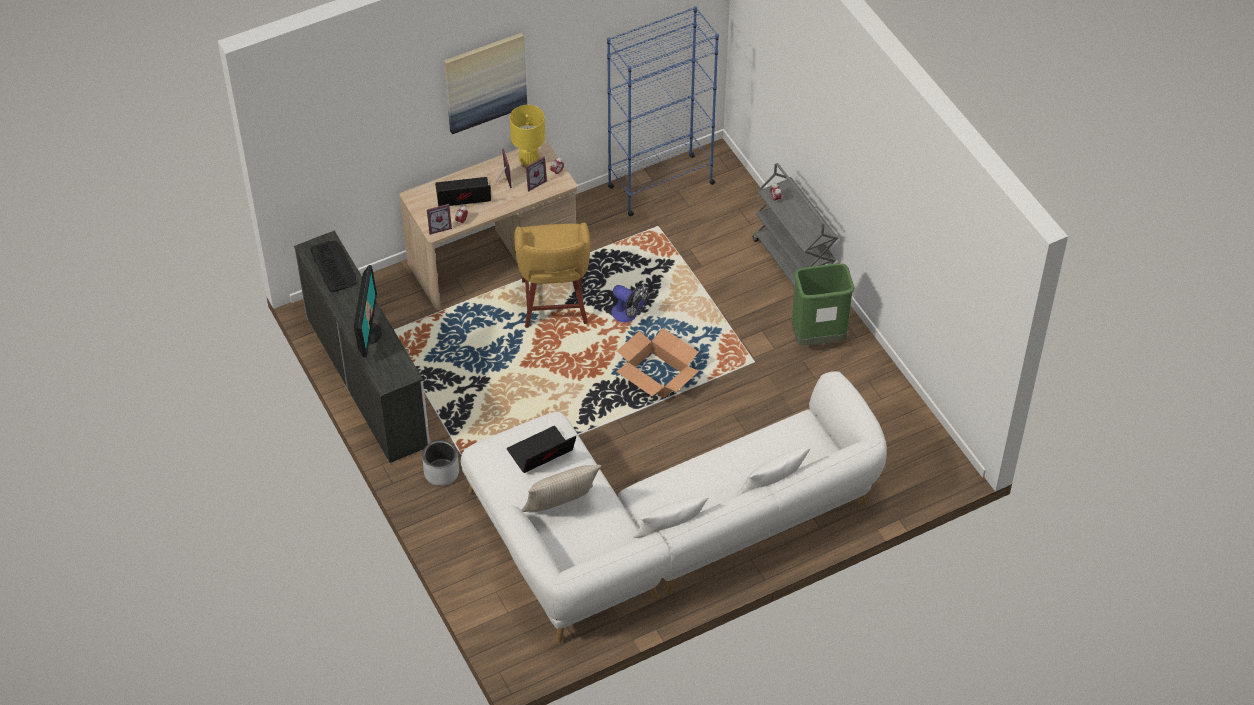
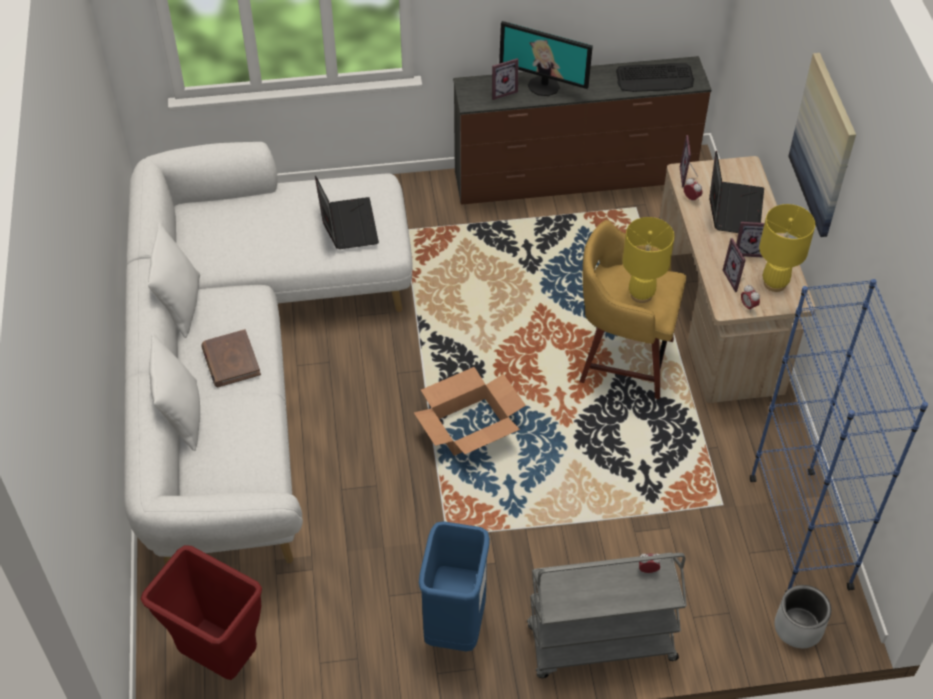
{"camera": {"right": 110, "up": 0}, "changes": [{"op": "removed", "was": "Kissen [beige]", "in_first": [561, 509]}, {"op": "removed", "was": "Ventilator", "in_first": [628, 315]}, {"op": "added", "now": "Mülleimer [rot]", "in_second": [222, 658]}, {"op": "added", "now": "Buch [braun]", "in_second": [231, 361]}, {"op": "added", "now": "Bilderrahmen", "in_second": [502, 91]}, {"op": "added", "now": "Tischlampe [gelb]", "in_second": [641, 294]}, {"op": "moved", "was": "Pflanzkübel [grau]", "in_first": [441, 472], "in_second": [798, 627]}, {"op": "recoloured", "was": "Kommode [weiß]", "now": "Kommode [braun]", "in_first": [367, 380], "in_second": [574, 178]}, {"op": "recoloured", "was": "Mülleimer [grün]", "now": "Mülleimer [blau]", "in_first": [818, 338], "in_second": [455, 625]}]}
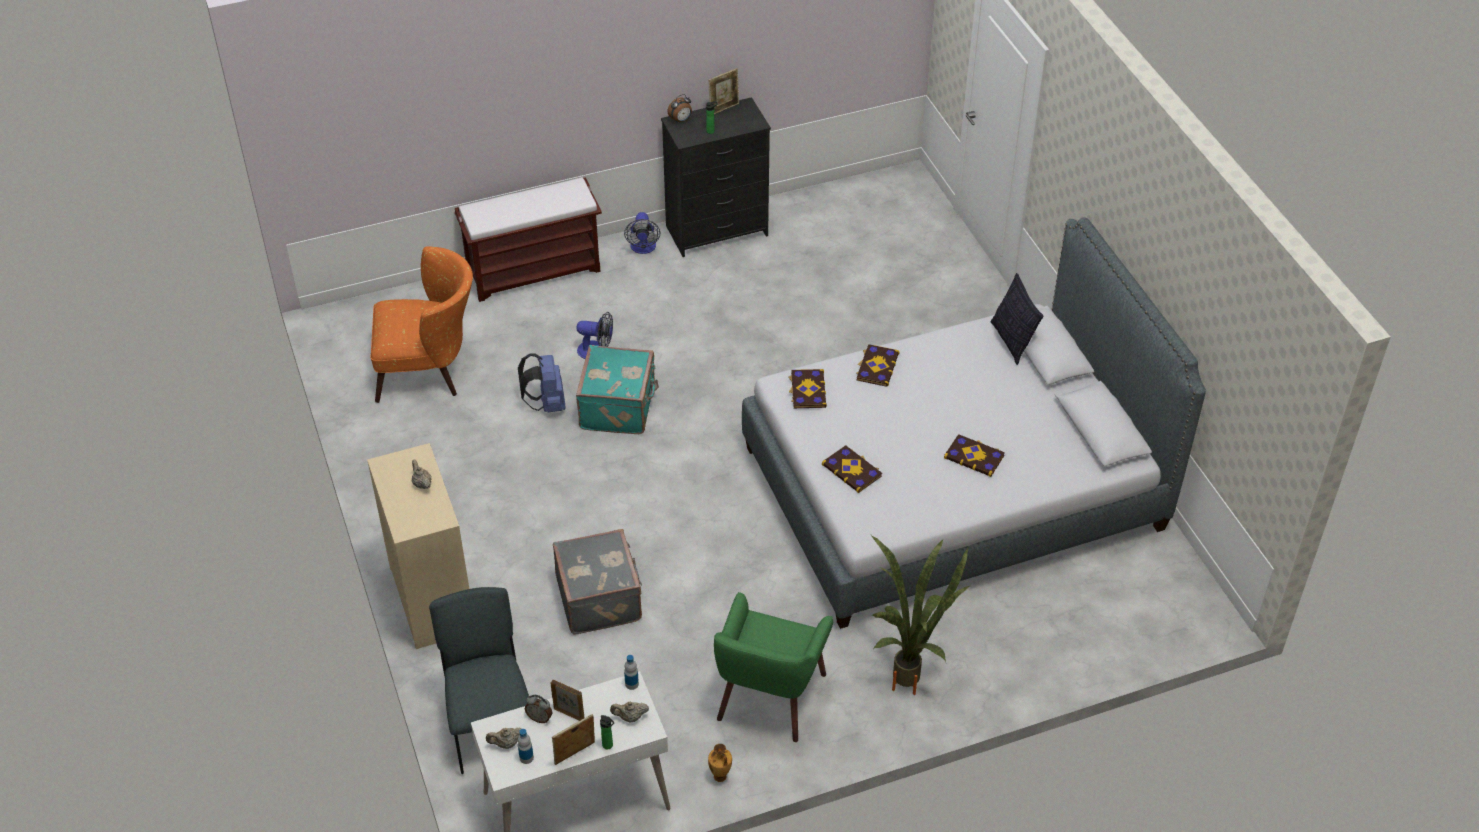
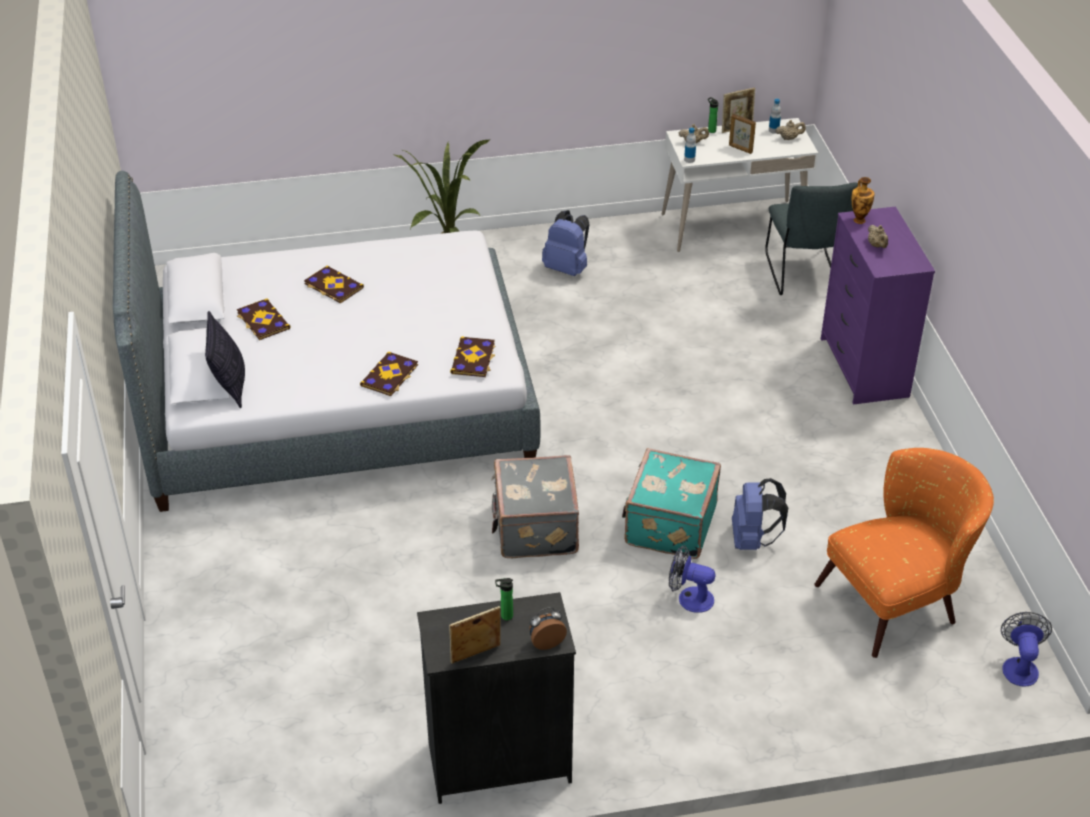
{"camera": {"right": -170, "up": -5}, "changes": [{"op": "removed", "was": "Bank [braun]", "in_first": [535, 271]}, {"op": "removed", "was": "Wecker", "in_first": [540, 718]}, {"op": "moved", "was": "Koffer [grau]", "in_first": [600, 598], "in_second": [534, 528]}, {"op": "moved", "was": "Ventilator", "in_first": [643, 248], "in_second": [1019, 666]}, {"op": "moved", "was": "Vase", "in_first": [720, 777], "in_second": [859, 220]}, {"op": "moved", "was": "Buch", "in_first": [852, 470], "in_second": [262, 321]}, {"op": "replaced", "was": "Sessel [grün]", "now": "Rucksack [blau]", "in_first": [769, 697], "in_second": [567, 268]}, {"op": "recoloured", "was": "Kommode [beige]", "now": "Kommode [lila]", "in_first": [433, 599], "in_second": [863, 367]}, {"op": "turned", "was": "Sessel [orange]", "in_first": [429, 369], "in_second": [898, 600], "clockwise": 150}]}
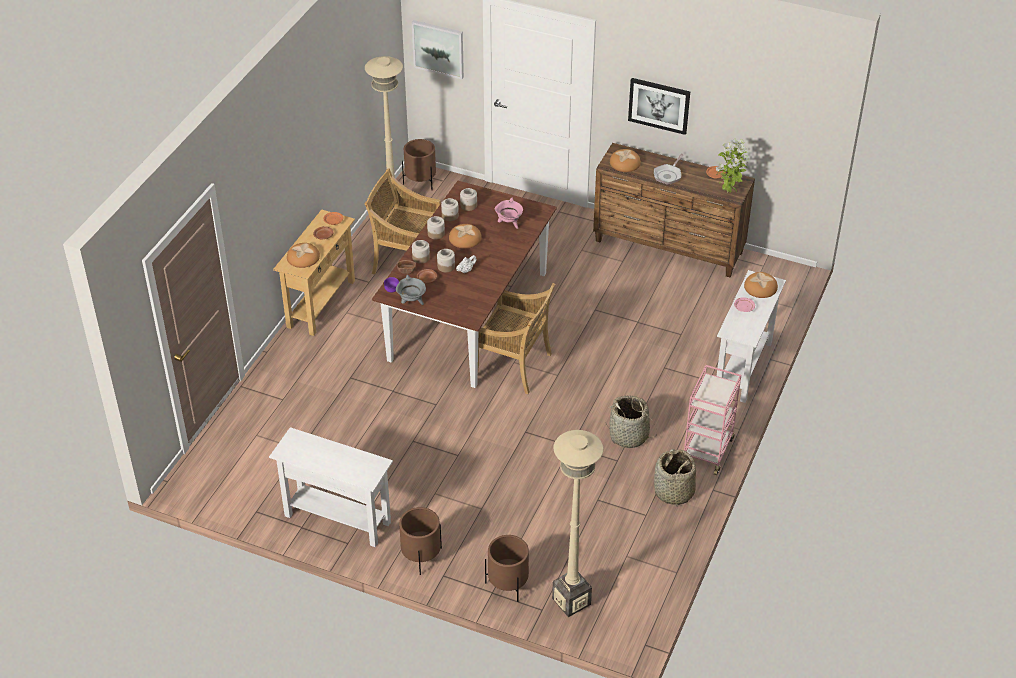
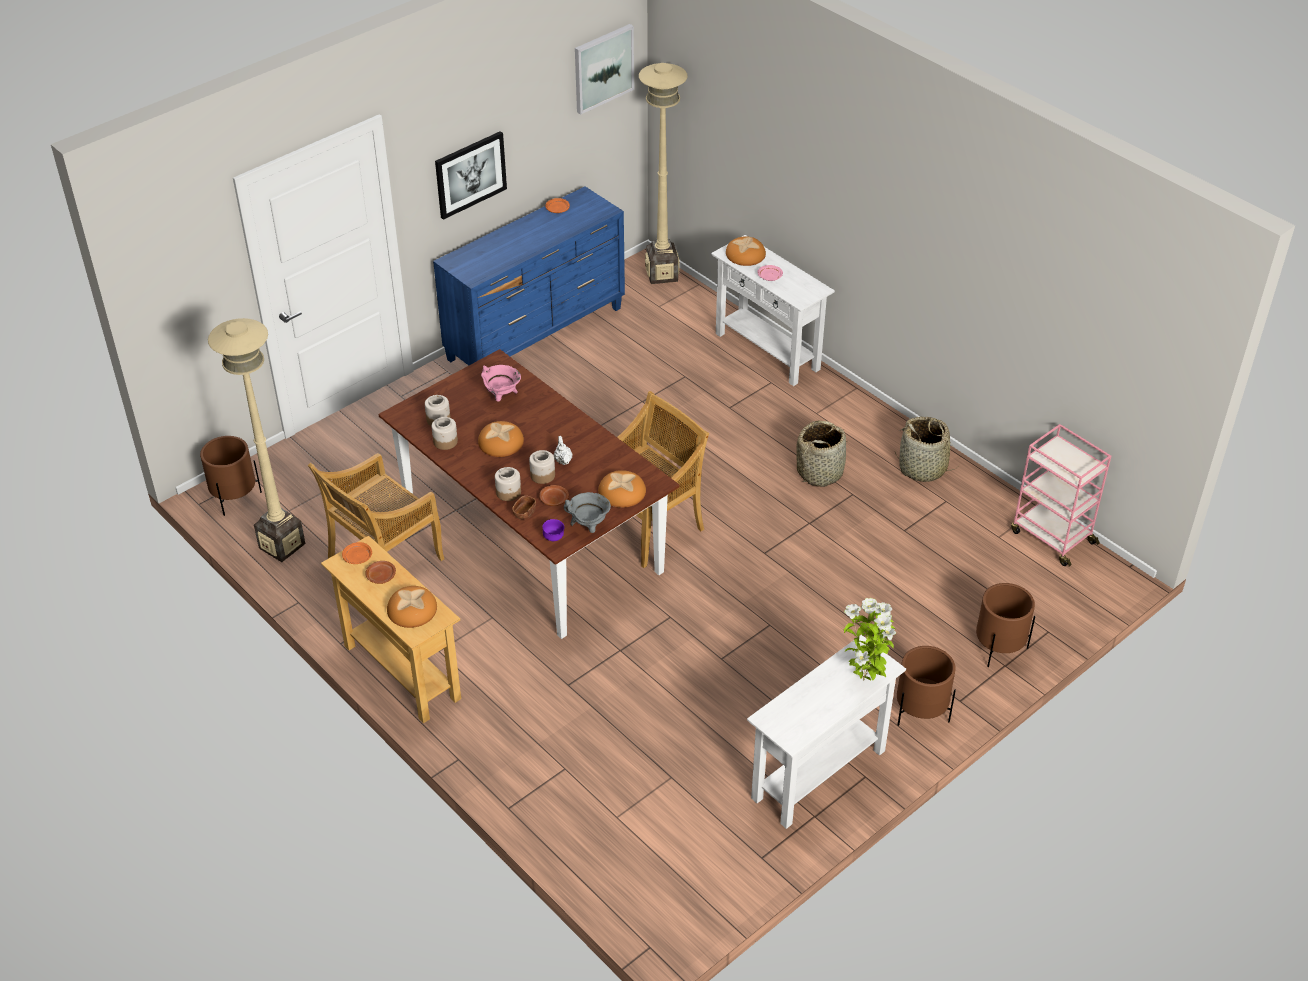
{"camera": {"right": -65, "up": 0}, "changes": [{"op": "removed", "was": "Vorratsglas", "in_first": [436, 234]}, {"op": "removed", "was": "Pfanne", "in_first": [668, 175]}, {"op": "moved", "was": "Bild", "in_first": [438, 48], "in_second": [603, 68]}, {"op": "moved", "was": "Stehlampe [beige]", "in_first": [571, 601], "in_second": [662, 274]}, {"op": "moved", "was": "Brot", "in_first": [625, 163], "in_second": [622, 492]}, {"op": "moved", "was": "Rollwagen [rosa]", "in_first": [707, 450], "in_second": [1051, 537]}, {"op": "moved", "was": "Topfpflanze", "in_first": [728, 193], "in_second": [865, 679]}, {"op": "recoloured", "was": "Kommode [braun]", "now": "Kommode [blau]", "in_first": [669, 247], "in_second": [536, 334]}]}
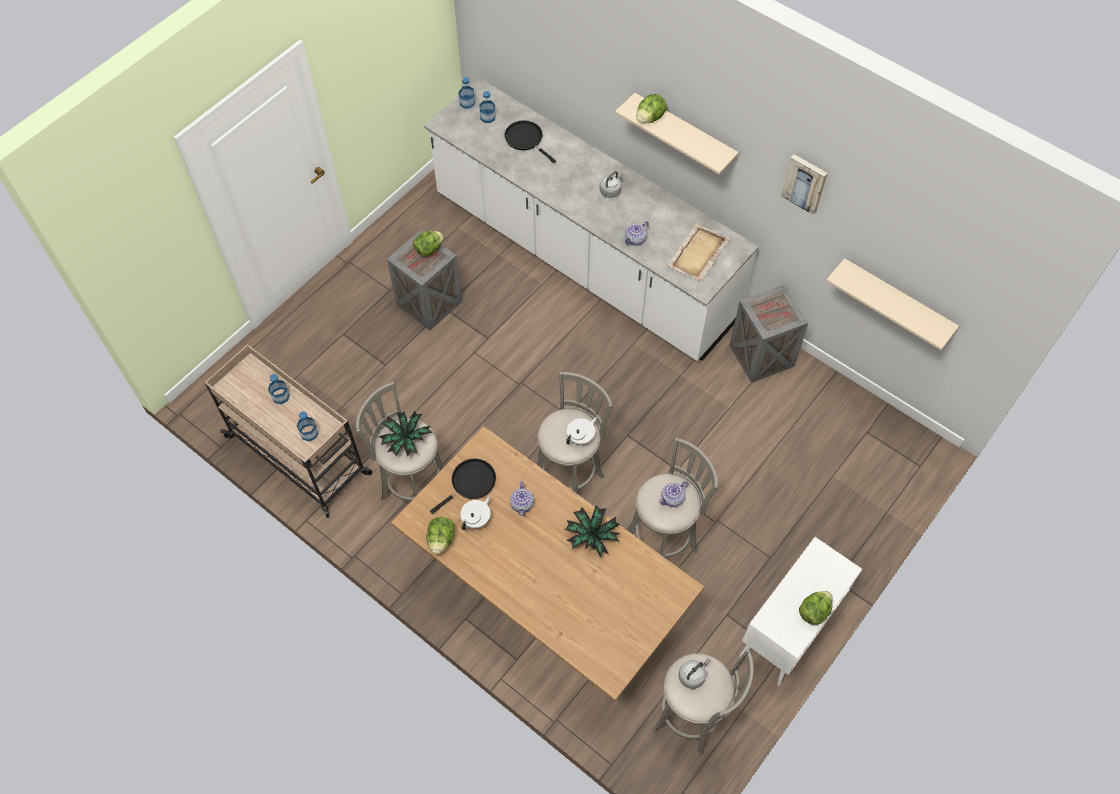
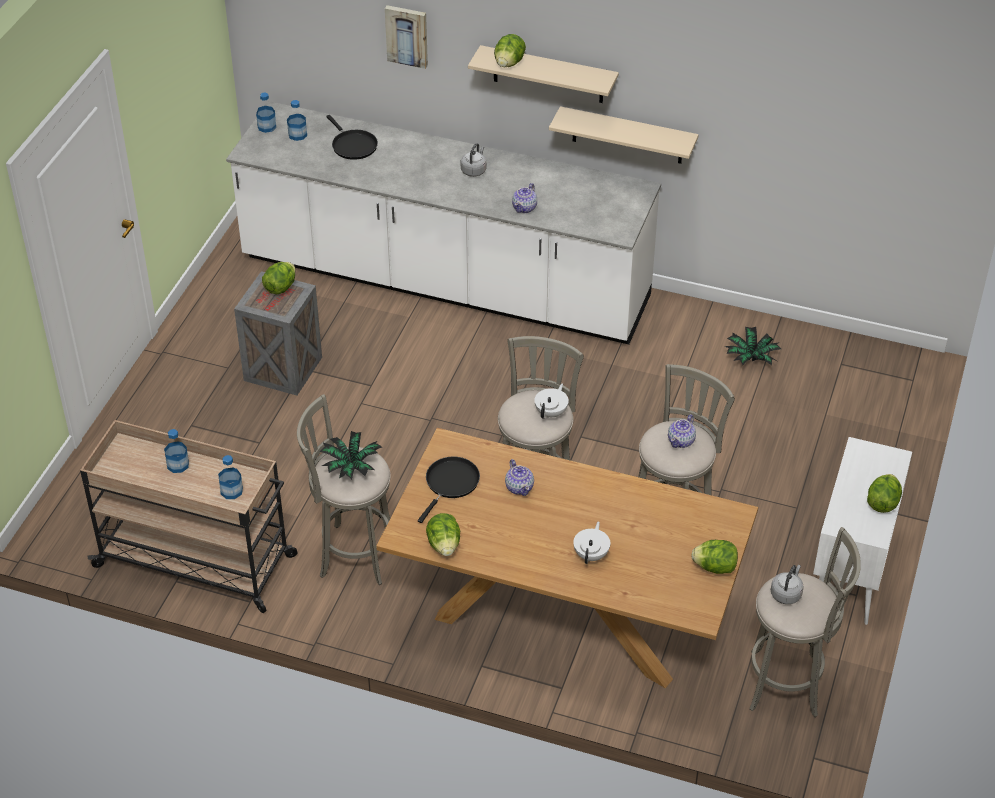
{"camera": {"right": -20, "up": -15}, "changes": [{"op": "removed", "was": "Tablett [beige]", "in_first": [697, 254]}, {"op": "removed", "was": "Kiste", "in_first": [762, 356]}, {"op": "added", "now": "Salatkopf", "in_second": [715, 567]}, {"op": "moved", "was": "Teekanne [weiß]", "in_first": [477, 519], "in_second": [591, 554]}, {"op": "moved", "was": "Topfpflanze", "in_first": [592, 536], "in_second": [751, 358]}, {"op": "moved", "was": "Bild", "in_first": [805, 183], "in_second": [407, 35]}, {"op": "moved", "was": "Wandregal [beige]", "in_first": [896, 301], "in_second": [627, 135]}, {"op": "turned", "was": "Pfanne [schwarz]", "in_first": [526, 139], "in_second": [353, 145], "clockwise": -150}]}
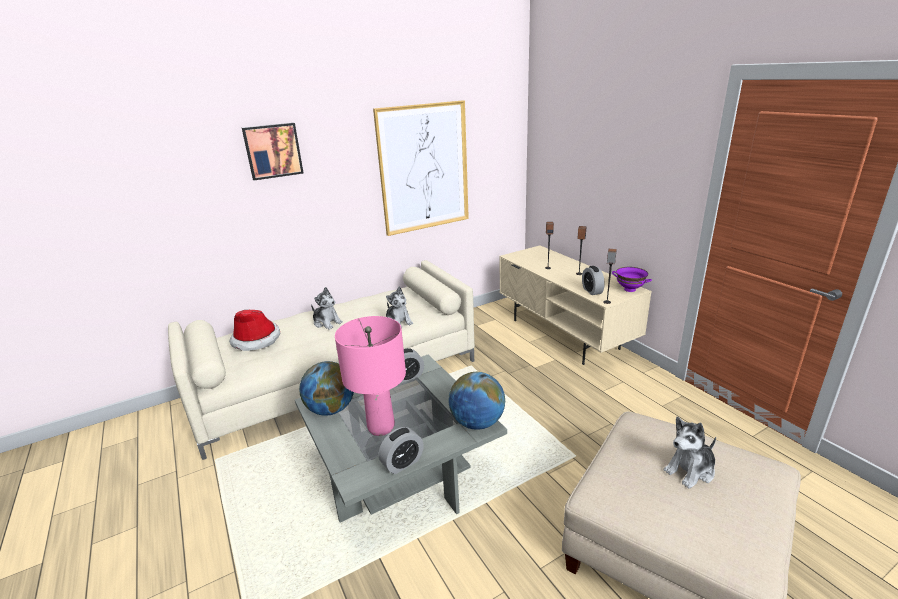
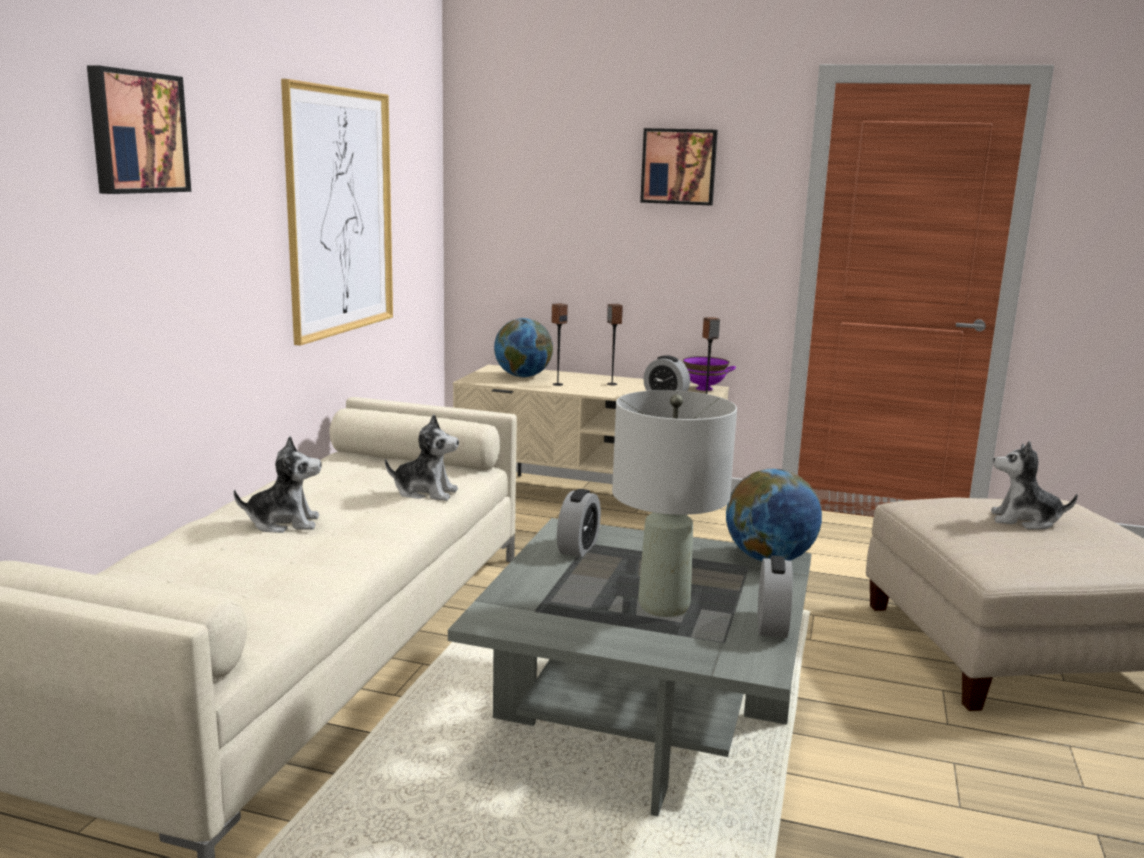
{"camera": {"right": -45, "up": -10}, "changes": [{"op": "removed", "was": "Hut", "in_first": [256, 340]}, {"op": "added", "now": "Bild", "in_second": [679, 166]}, {"op": "moved", "was": "Globus", "in_first": [331, 409], "in_second": [523, 376]}, {"op": "recoloured", "was": "Tischlampe [rosa]", "now": "Tischlampe [grau]", "in_first": [381, 427], "in_second": [665, 606]}, {"op": "turned", "was": "Plüschtier", "in_first": [690, 470], "in_second": [1024, 521], "clockwise": 90}]}
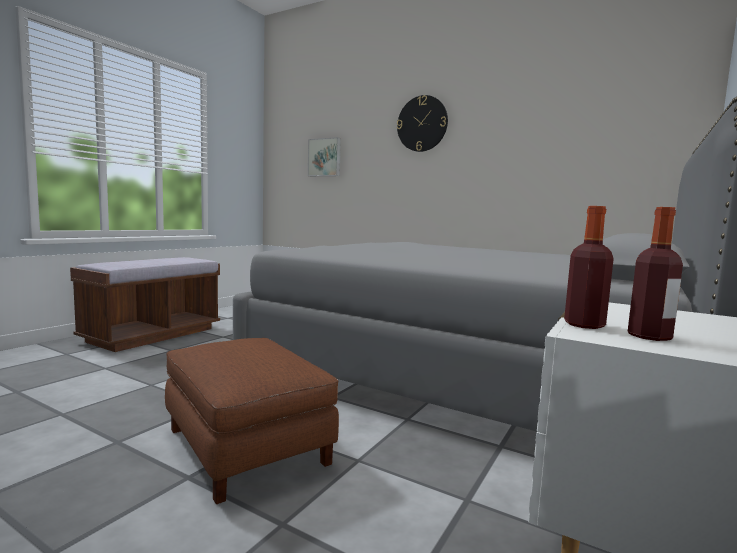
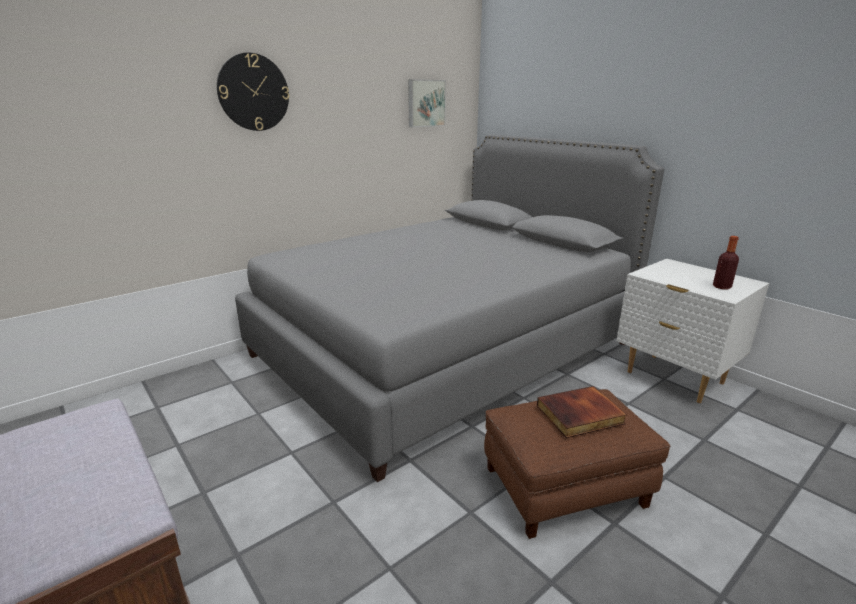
{"camera": {"right": -70, "up": 15}, "changes": [{"op": "removed", "was": "Flasche", "in_first": [584, 325]}, {"op": "added", "now": "Buch", "in_second": [580, 416]}, {"op": "moved", "was": "Bild", "in_first": [325, 157], "in_second": [425, 103]}]}
